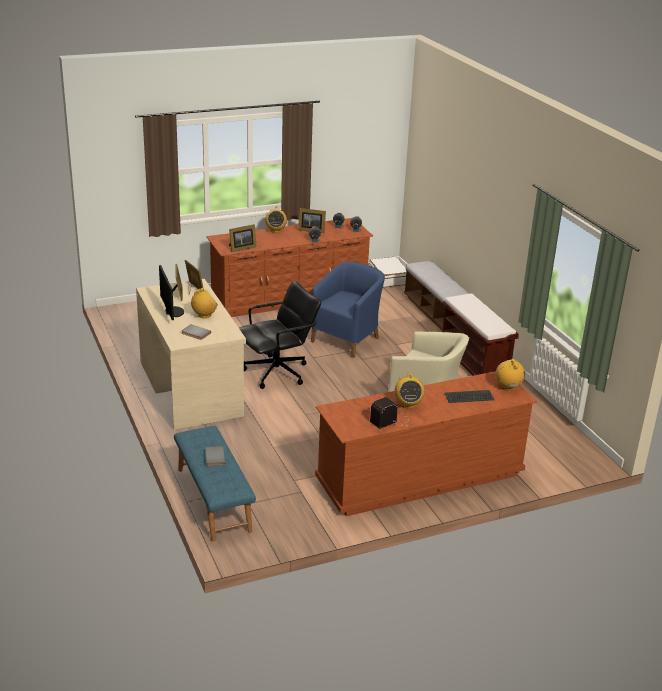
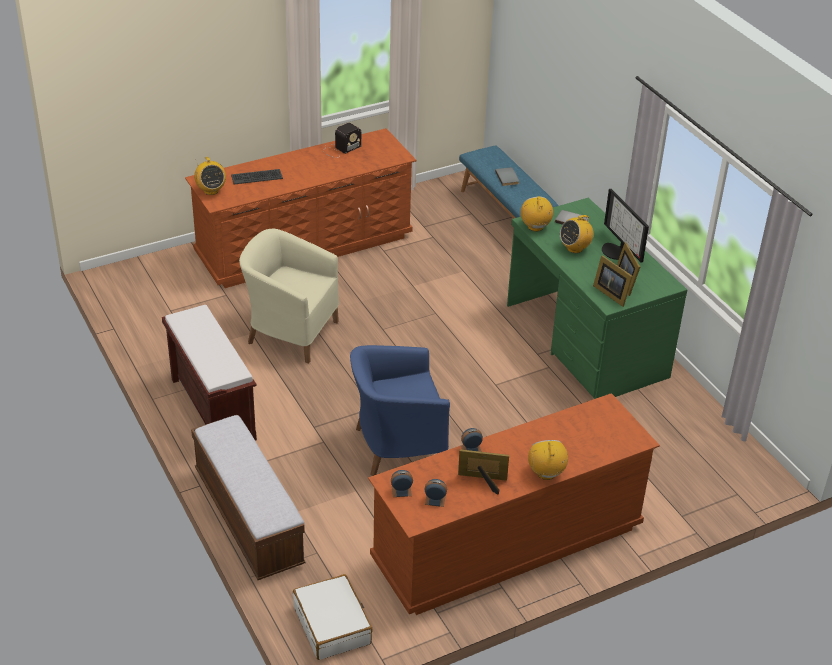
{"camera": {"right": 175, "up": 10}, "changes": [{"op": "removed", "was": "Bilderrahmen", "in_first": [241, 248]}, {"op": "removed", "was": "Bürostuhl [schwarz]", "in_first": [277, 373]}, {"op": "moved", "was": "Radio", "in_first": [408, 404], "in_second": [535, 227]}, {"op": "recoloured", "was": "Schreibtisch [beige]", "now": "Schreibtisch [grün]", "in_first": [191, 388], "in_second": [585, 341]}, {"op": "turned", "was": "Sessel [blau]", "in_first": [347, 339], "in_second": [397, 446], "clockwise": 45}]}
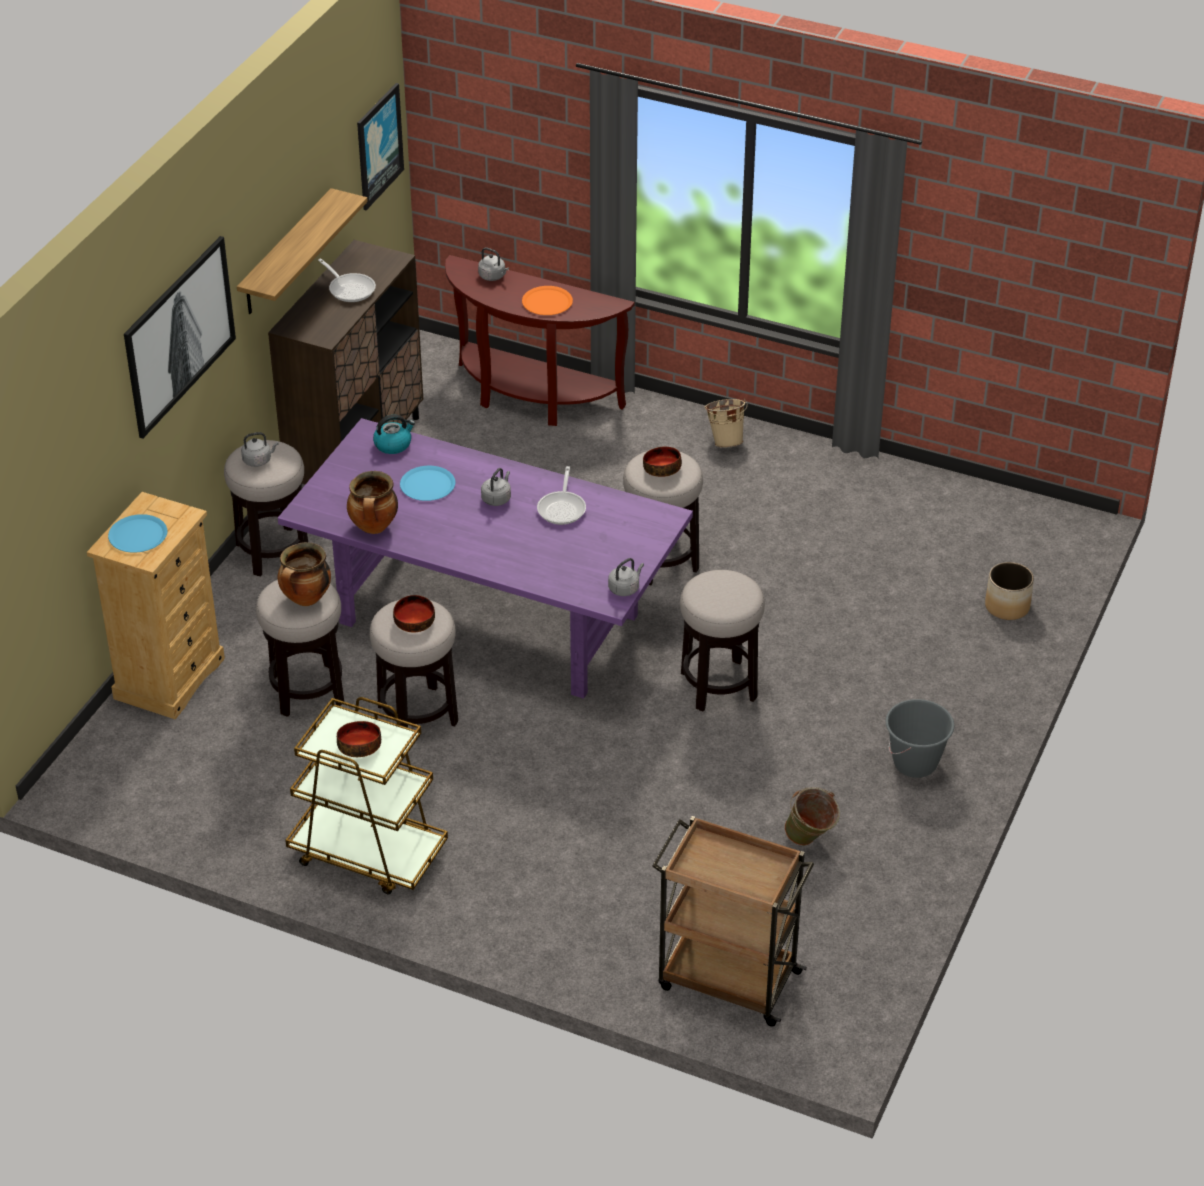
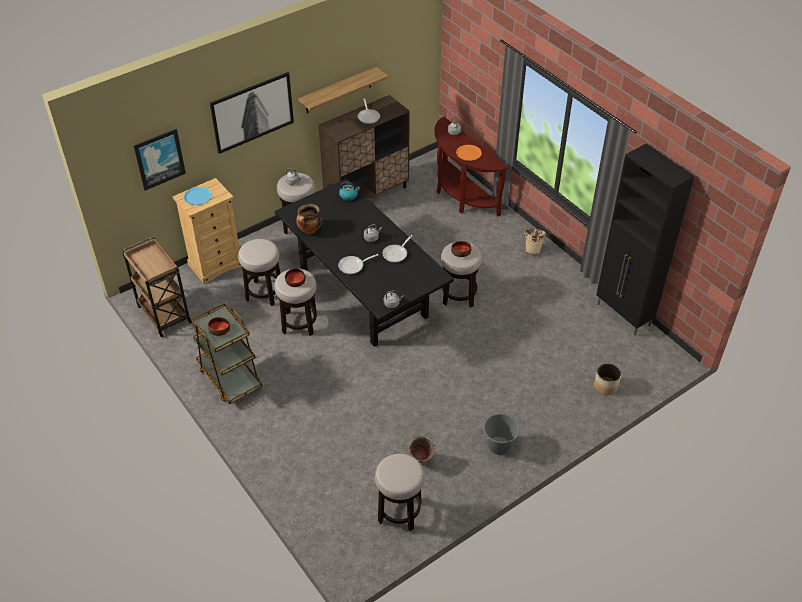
{"camera": {"right": 30, "up": 5}, "changes": [{"op": "removed", "was": "Kochtopf", "in_first": [306, 599]}, {"op": "removed", "was": "Teller [blau]", "in_first": [427, 485]}, {"op": "added", "now": "Pfanne", "in_second": [353, 266]}, {"op": "added", "now": "Schrank [schwarz]", "in_second": [623, 315]}, {"op": "moved", "was": "Bild", "in_first": [378, 146], "in_second": [159, 159]}, {"op": "moved", "was": "Rollwagen [braun]", "in_first": [726, 979], "in_second": [163, 313]}, {"op": "moved", "was": "Hocker", "in_first": [718, 685], "in_second": [399, 512]}, {"op": "recoloured", "was": "Esstisch [lila]", "now": "Esstisch [schwarz]", "in_first": [491, 619], "in_second": [363, 293]}]}
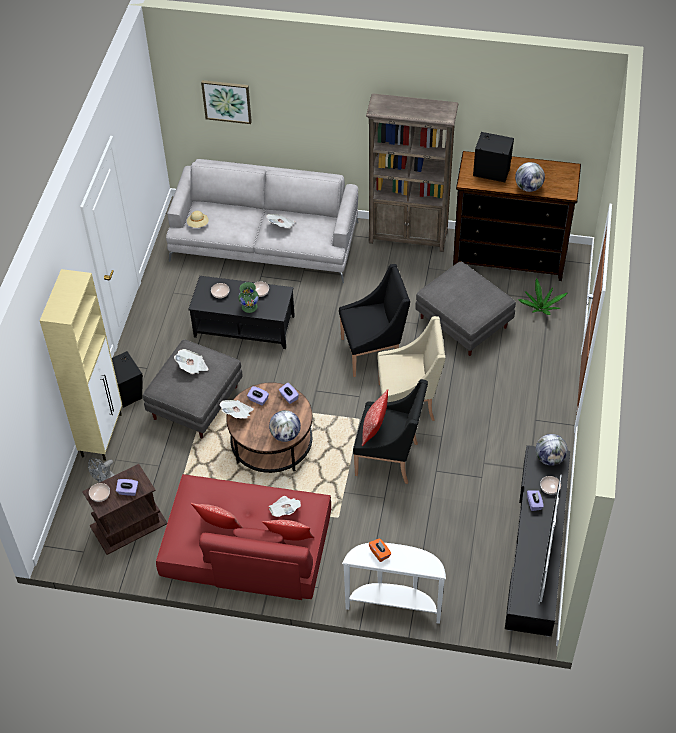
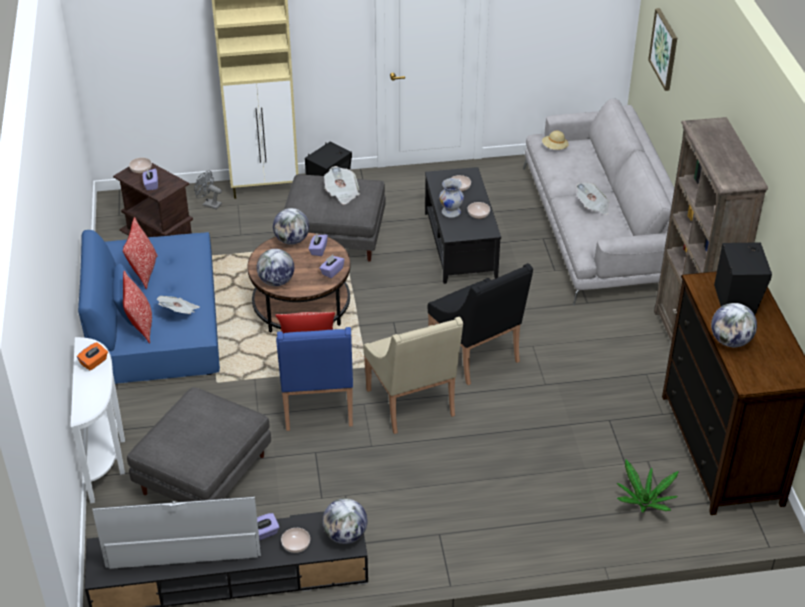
{"camera": {"right": 70, "up": -10}, "changes": [{"op": "moved", "was": "Polsterhocker [grau]", "in_first": [464, 323], "in_second": [204, 476]}, {"op": "replaced", "was": "Zeitung", "now": "Globus", "in_first": [237, 414], "in_second": [292, 240]}, {"op": "recoloured", "was": "Sofa [rot]", "now": "Sofa [blau]", "in_first": [246, 546], "in_second": [156, 321]}, {"op": "recoloured", "was": "Vase [grün]", "now": "Vase [weiß]", "in_first": [249, 307], "in_second": [451, 212]}, {"op": "recoloured", "was": "Sessel [schwarz]", "now": "Sessel [blau]", "in_first": [389, 458], "in_second": [318, 406]}]}
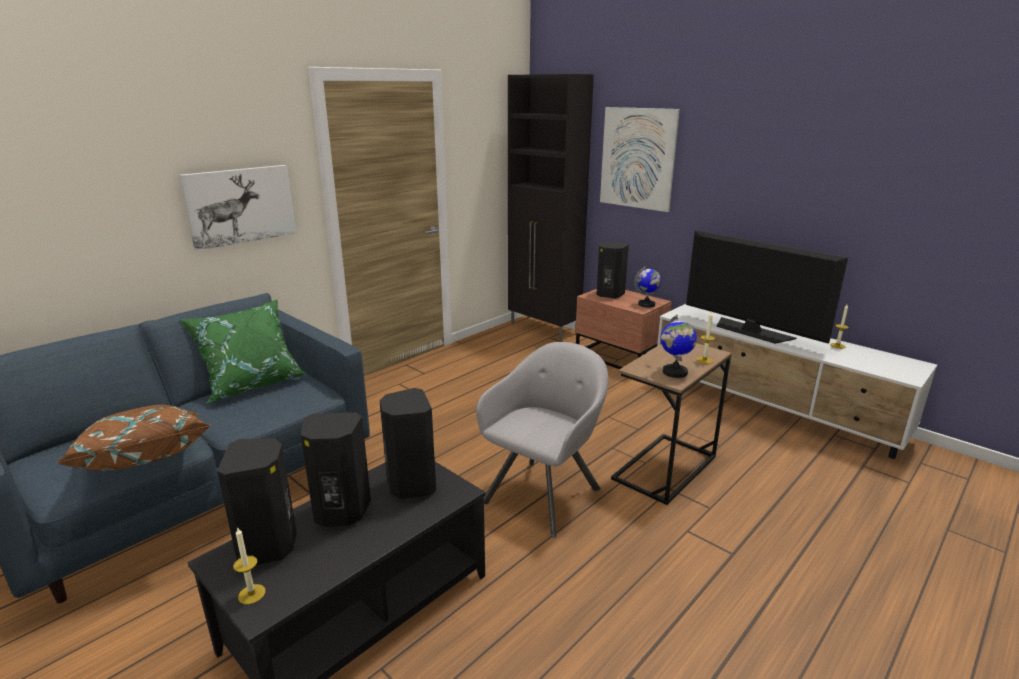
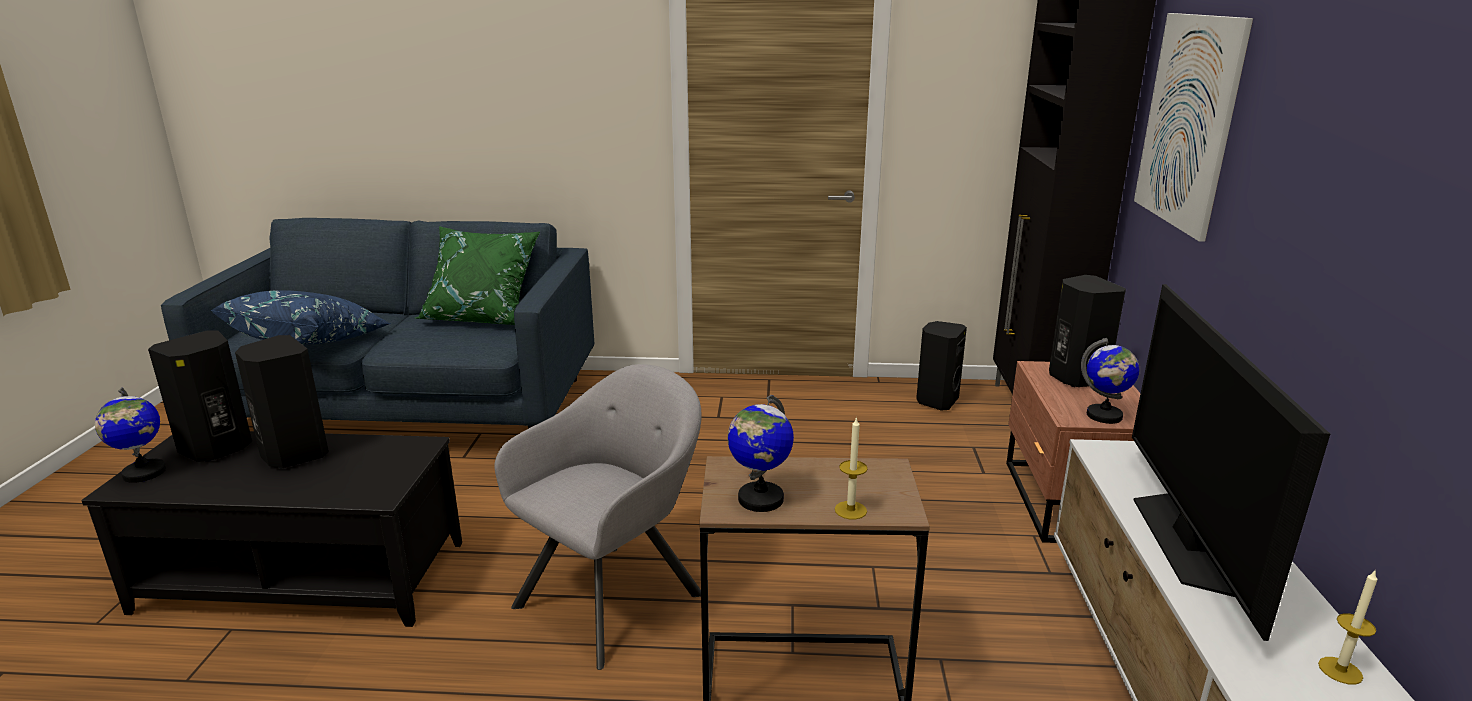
{"camera": {"right": 50, "up": 0}, "changes": [{"op": "removed", "was": "Bild", "in_first": [240, 205]}, {"op": "moved", "was": "Lautsprecher [schwarz]", "in_first": [410, 485], "in_second": [936, 401]}, {"op": "replaced", "was": "Kerze", "now": "Globus", "in_first": [251, 594], "in_second": [144, 473]}, {"op": "recoloured", "was": "Kissen [braun]", "now": "Kissen [blau]", "in_first": [144, 458], "in_second": [311, 343]}, {"op": "turned", "was": "Sessel [grau]", "in_first": [544, 492], "in_second": [615, 596], "clockwise": -45}]}
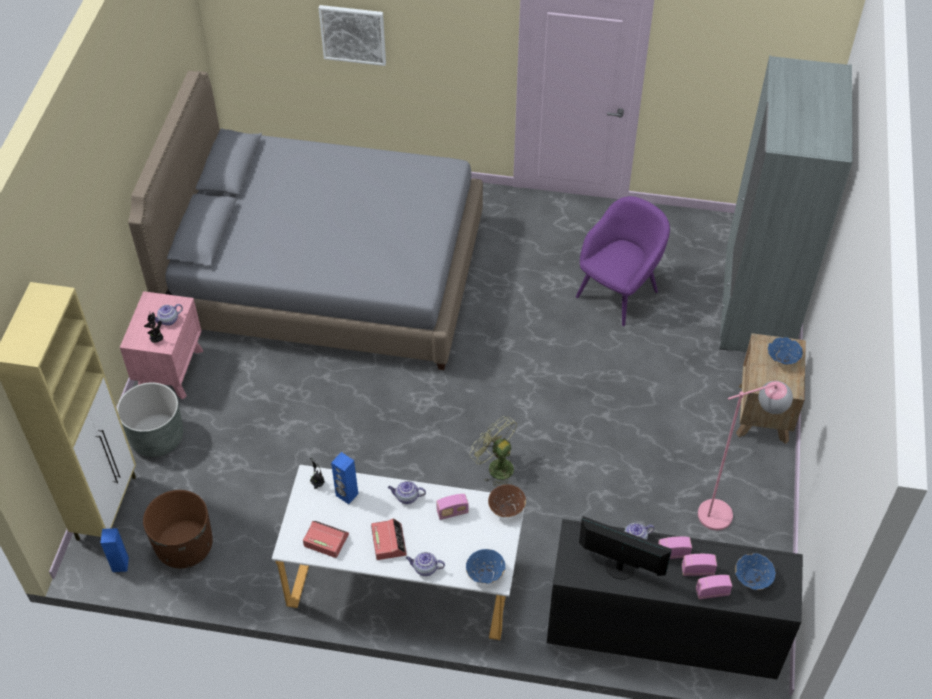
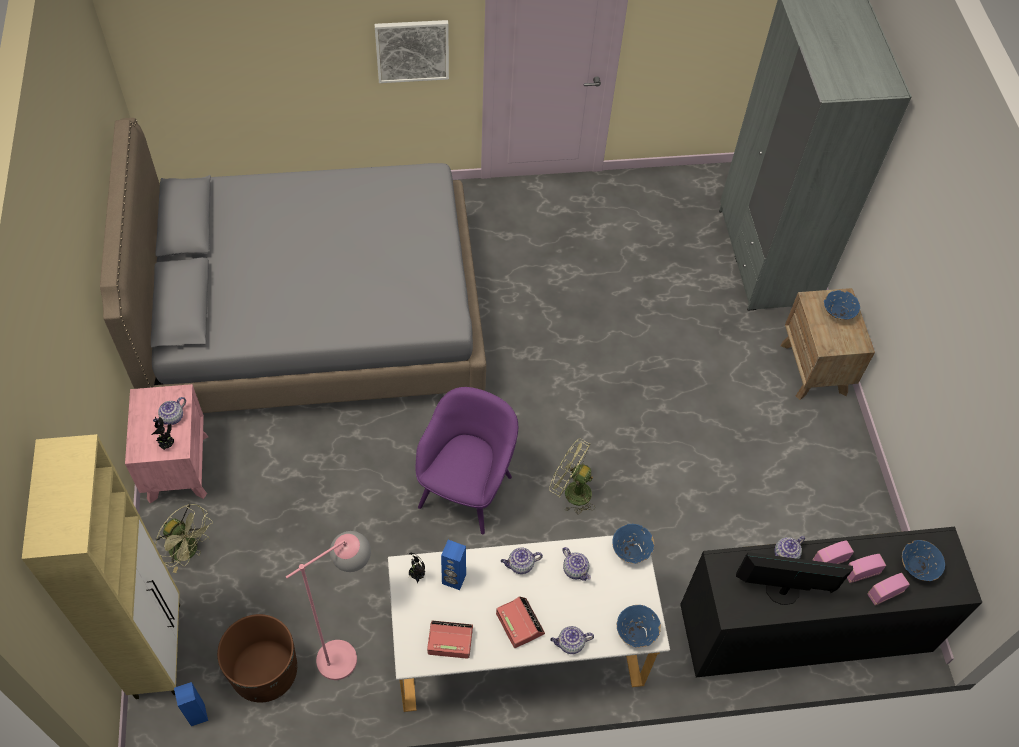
{"camera": {"right": -20, "up": 5}, "changes": [{"op": "moved", "was": "Bild", "in_first": [353, 34], "in_second": [412, 50]}, {"op": "moved", "was": "Sessel [lila]", "in_first": [618, 292], "in_second": [466, 489]}, {"op": "moved", "was": "Stehlampe [rosa]", "in_first": [726, 511], "in_second": [349, 651]}, {"op": "replaced", "was": "Pflanzkübel [grau]", "now": "Ventilator [grün]", "in_first": [157, 437], "in_second": [189, 551]}, {"op": "replaced", "was": "Radio", "now": "Teekanne", "in_first": [452, 512], "in_second": [575, 570]}, {"op": "recoloured", "was": "Schüssel [braun]", "now": "Schüssel [blau]", "in_first": [506, 508], "in_second": [631, 550]}]}
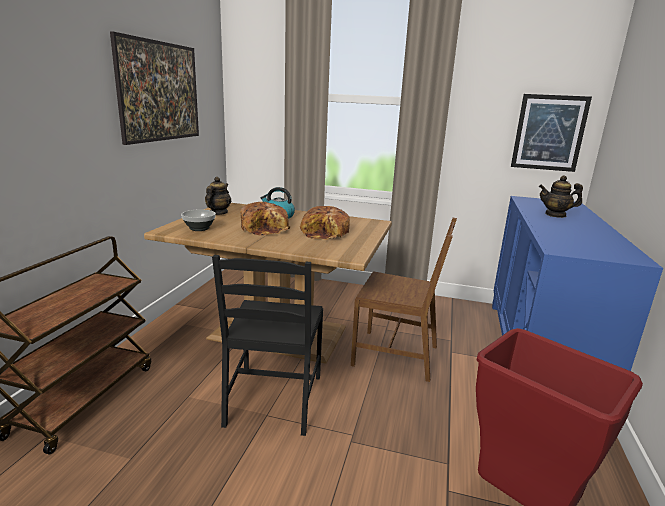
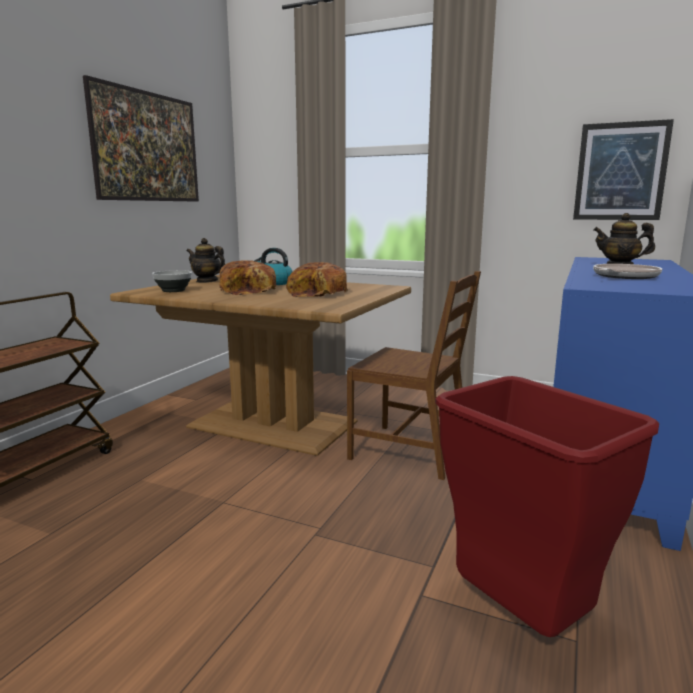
{"camera": {"right": 10, "up": -5}, "changes": [{"op": "removed", "was": "Stuhl [schwarz]", "in_first": [273, 400]}, {"op": "added", "now": "Pfanne", "in_second": [623, 276]}, {"op": "turned", "was": "Teekanne", "in_first": [218, 213], "in_second": [207, 281], "clockwise": -90}]}
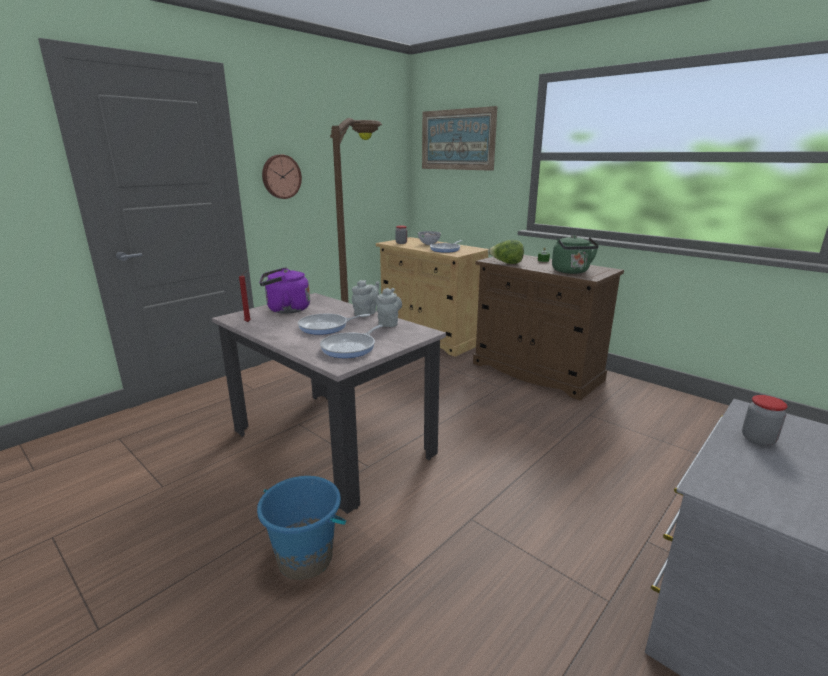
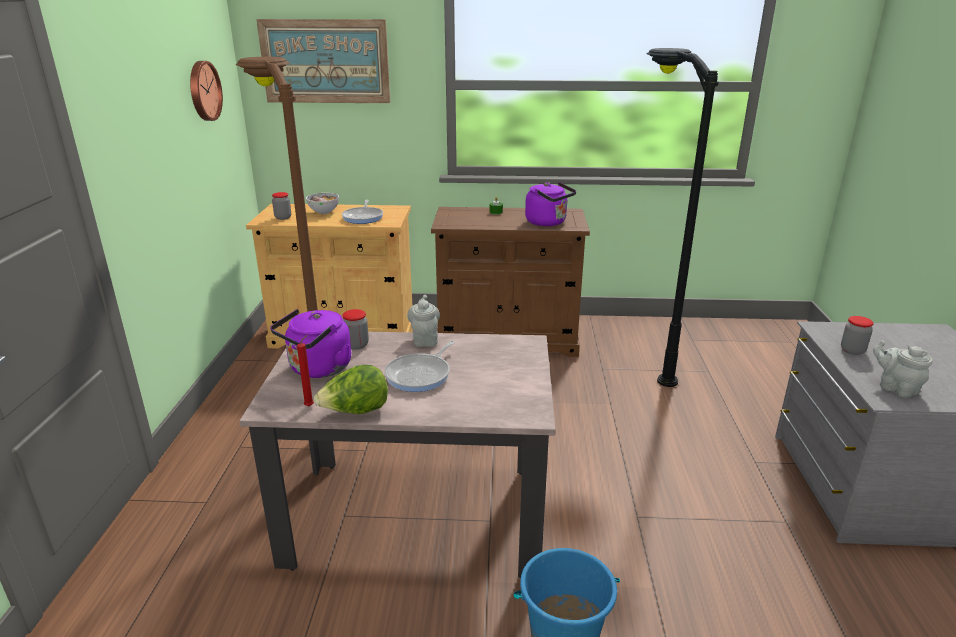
{"camera": {"right": -40, "up": 5}, "changes": [{"op": "removed", "was": "Pfanne", "in_first": [351, 348]}, {"op": "added", "now": "Vorratsglas", "in_second": [356, 345]}, {"op": "added", "now": "Stehlampe [schwarz]", "in_second": [644, 351]}, {"op": "moved", "was": "Wanduhr", "in_first": [280, 176], "in_second": [203, 91]}, {"op": "moved", "was": "Teekanne [grau]", "in_first": [388, 323], "in_second": [895, 388]}, {"op": "moved", "was": "Salatkopf", "in_first": [506, 263], "in_second": [356, 412]}, {"op": "recoloured", "was": "Wasserkessel [grün]", "now": "Wasserkessel [lila]", "in_first": [571, 272], "in_second": [548, 222]}]}
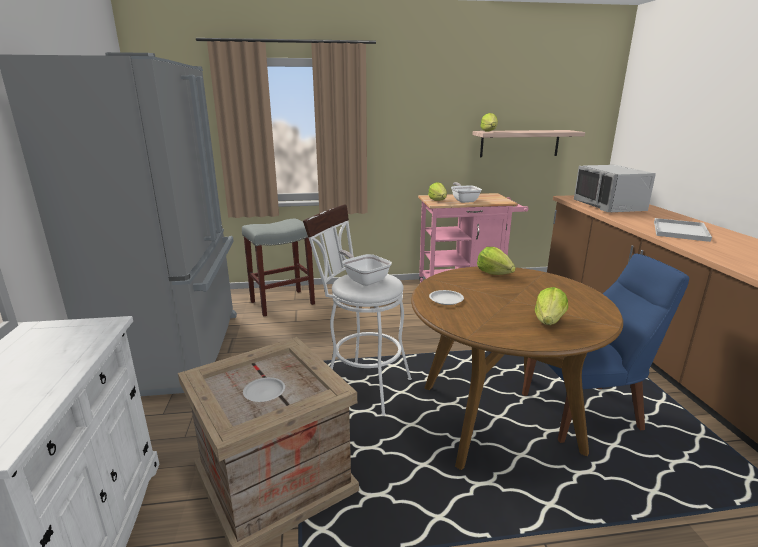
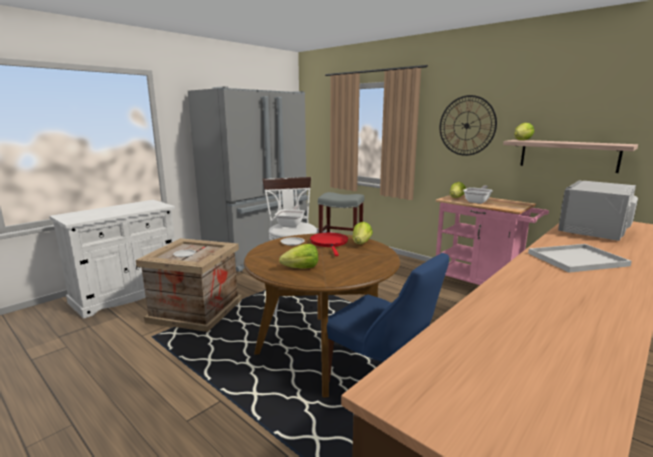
{"camera": {"right": 50, "up": -5}, "changes": [{"op": "added", "now": "Pfanne [rot]", "in_second": [329, 243]}, {"op": "added", "now": "Wanduhr", "in_second": [466, 126]}]}
